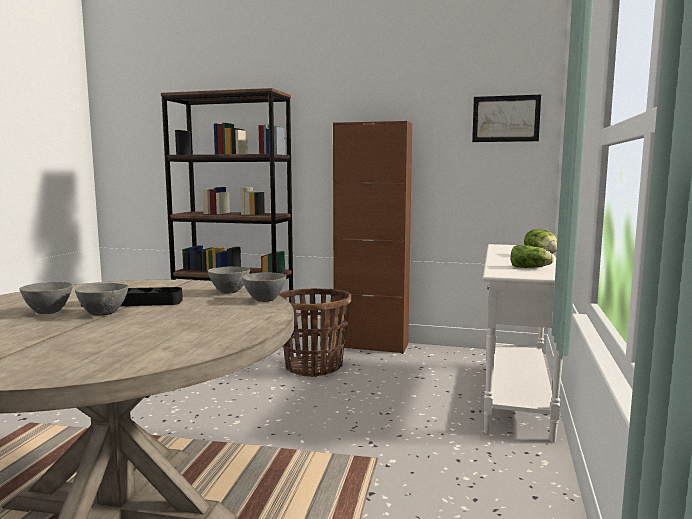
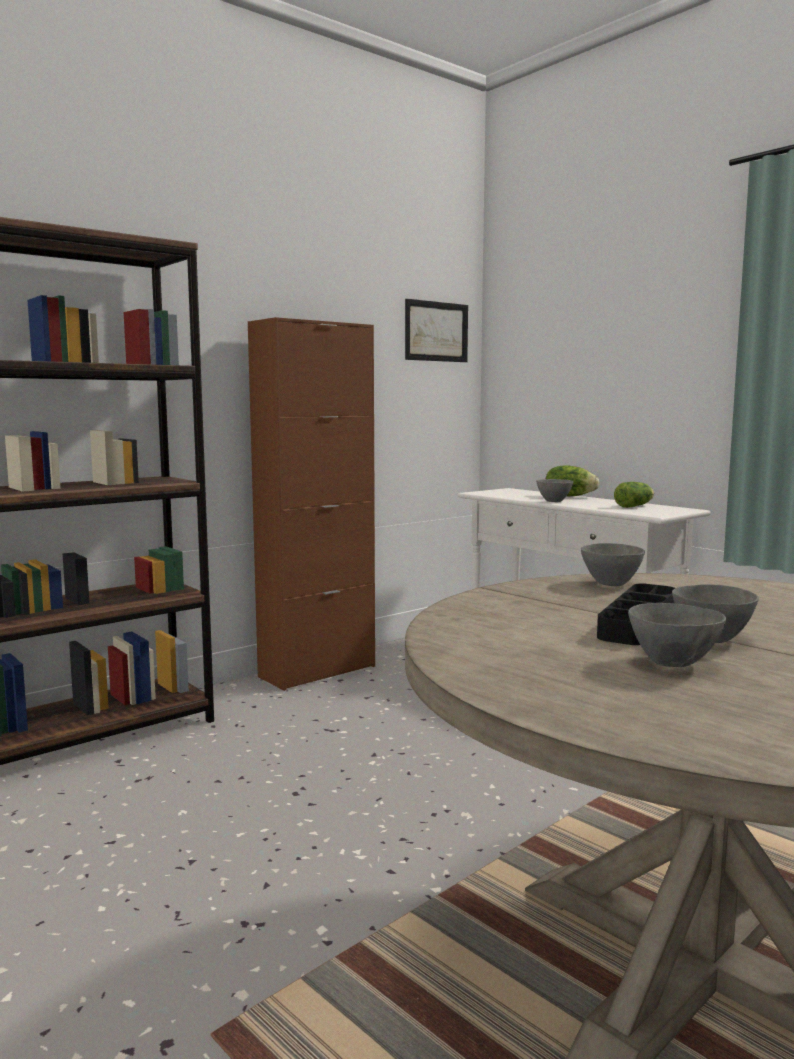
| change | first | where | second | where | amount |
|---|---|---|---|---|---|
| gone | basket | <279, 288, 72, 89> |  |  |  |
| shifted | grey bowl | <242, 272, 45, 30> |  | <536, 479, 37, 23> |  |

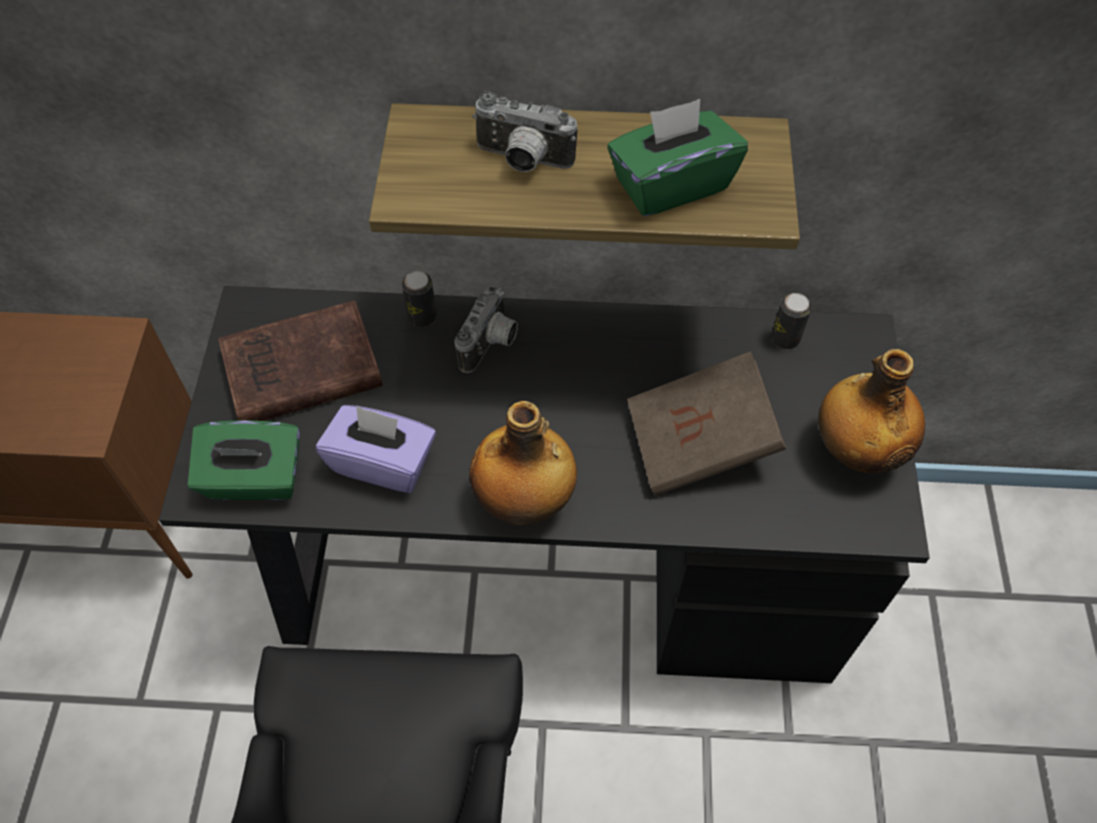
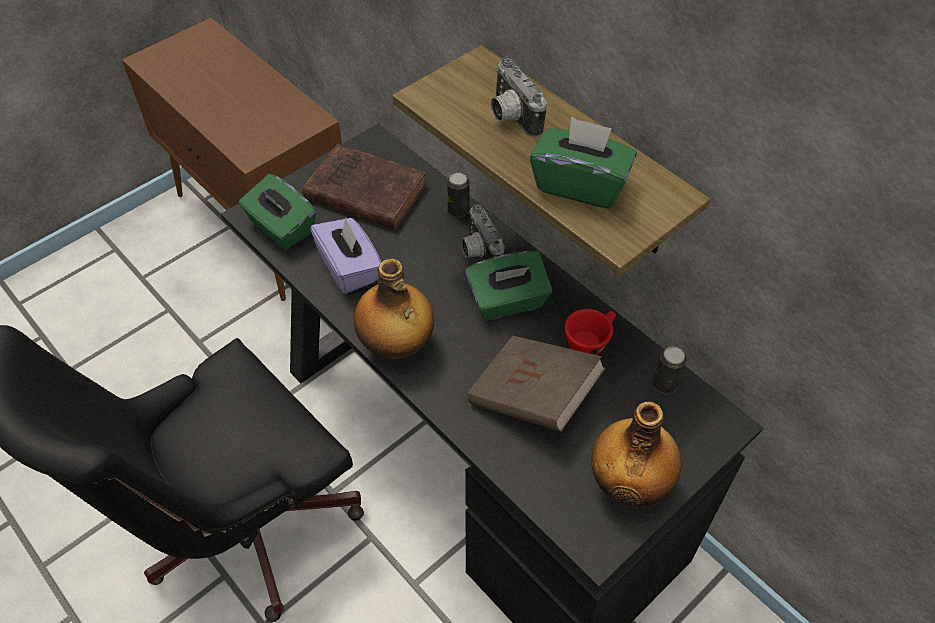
| change | first | where | second | where | amount |
|---|---|---|---|---|---|
| new |  |  | green tissue box | <465, 251, 87, 70> |  |
| new |  |  | red cup | <565, 309, 51, 46> |  |
| rotated | photo camera | <454, 286, 64, 87> |  | <461, 204, 44, 56> | 90 degrees clockwise |

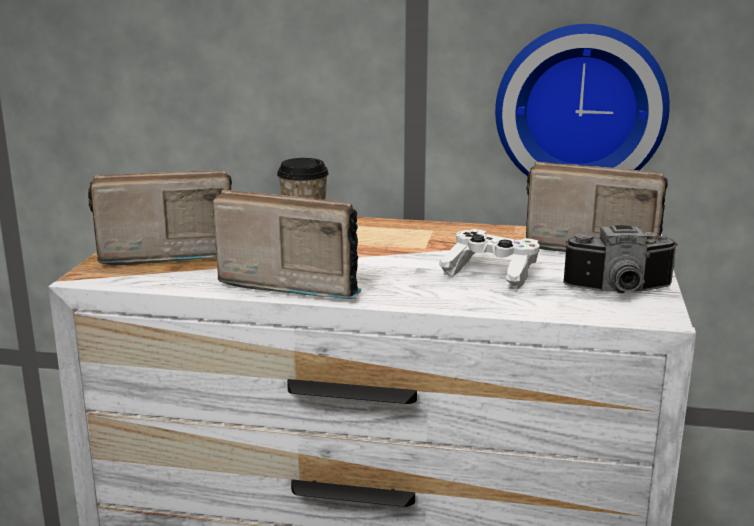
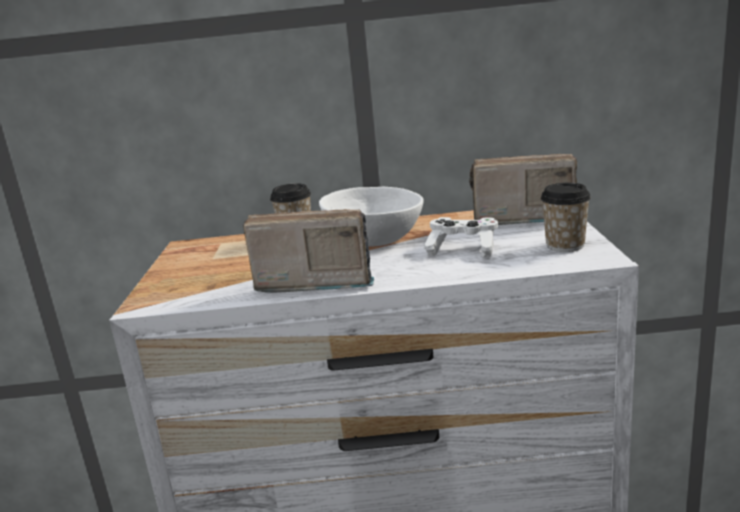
| change | first | where | second | where | amount |
|---|---|---|---|---|---|
| gone | radio | <88, 170, 144, 95> |  |  |  |
| gone | wall clock | <495, 24, 175, 152> |  |  |  |
| new |  |  | white bowl | <319, 187, 105, 60> |  |
| swapped | photo camera | <563, 225, 115, 68> | cup | <540, 183, 51, 69> |  |

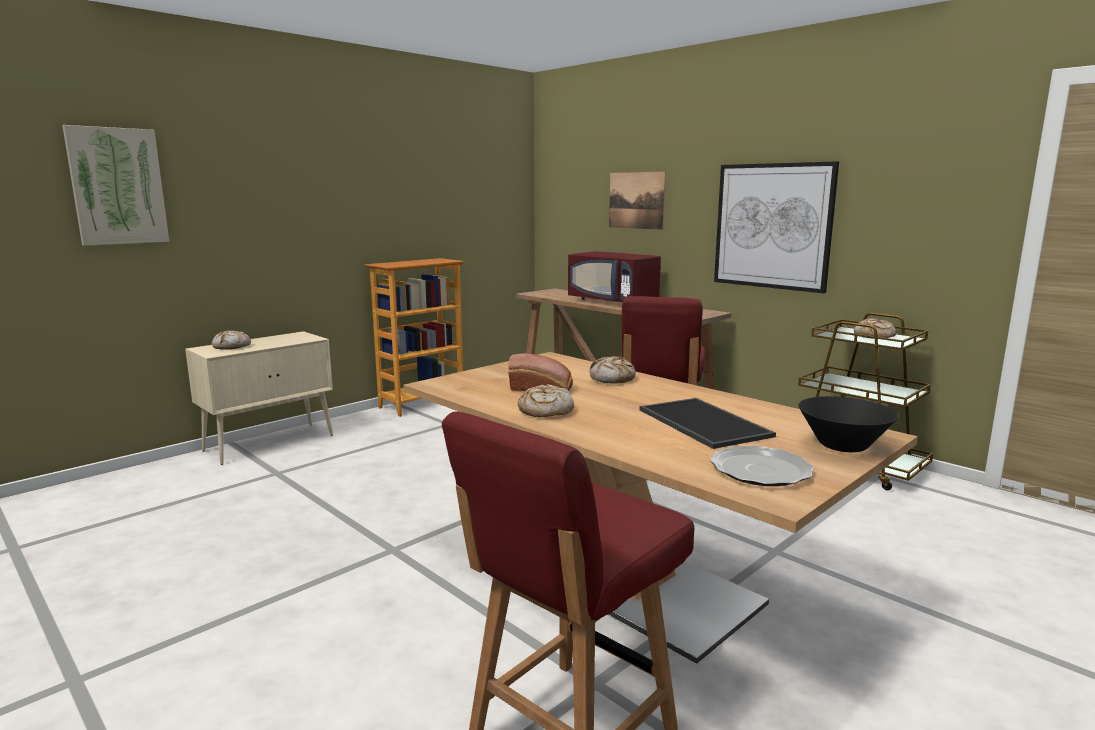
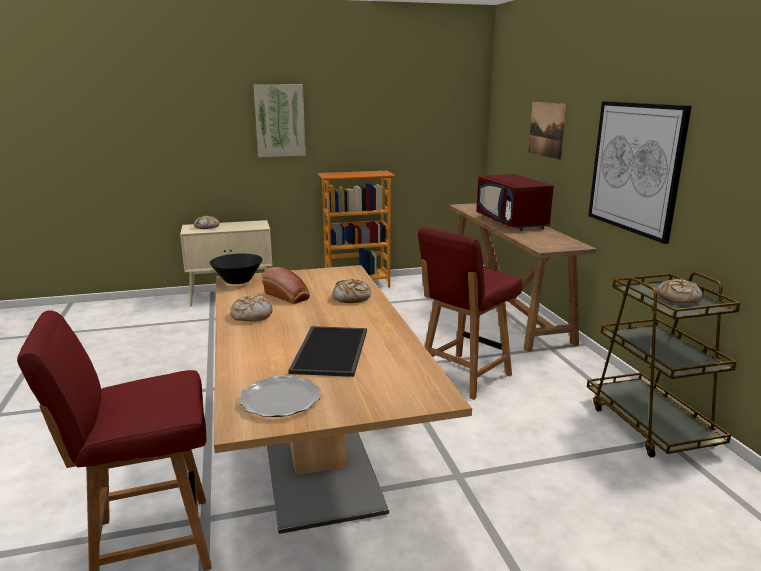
| change | first | where | second | where | amount |
|---|---|---|---|---|---|
| shifted | picture | <62, 125, 107, 121> |  | <253, 84, 53, 73> |  |
| shifted | black bowl | <798, 396, 101, 56> |  | <210, 254, 53, 30> |  |

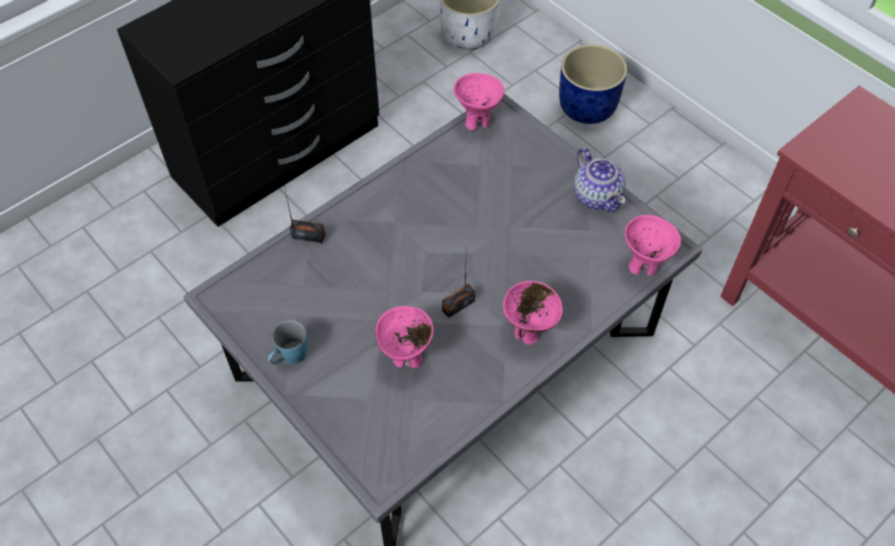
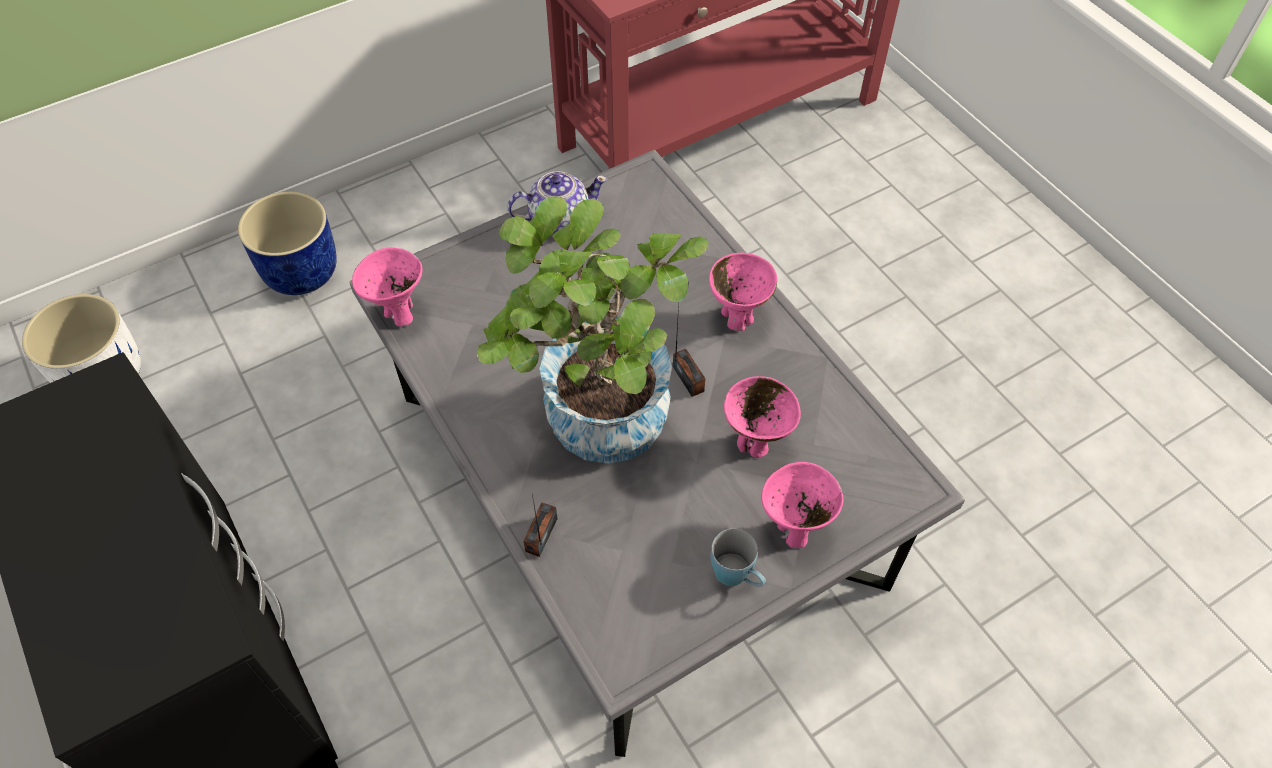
| change | first | where | second | where | amount |
|---|---|---|---|---|---|
| new |  |  | potted plant | <476, 196, 233, 268> |  |
| shifted | pink bowl | <625, 215, 56, 61> |  | <761, 462, 82, 86> |  |

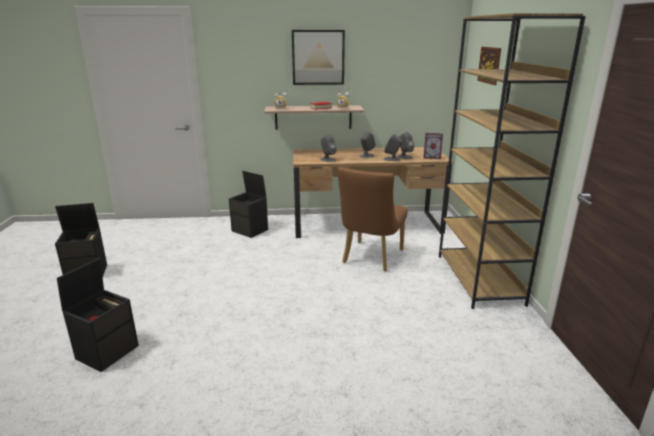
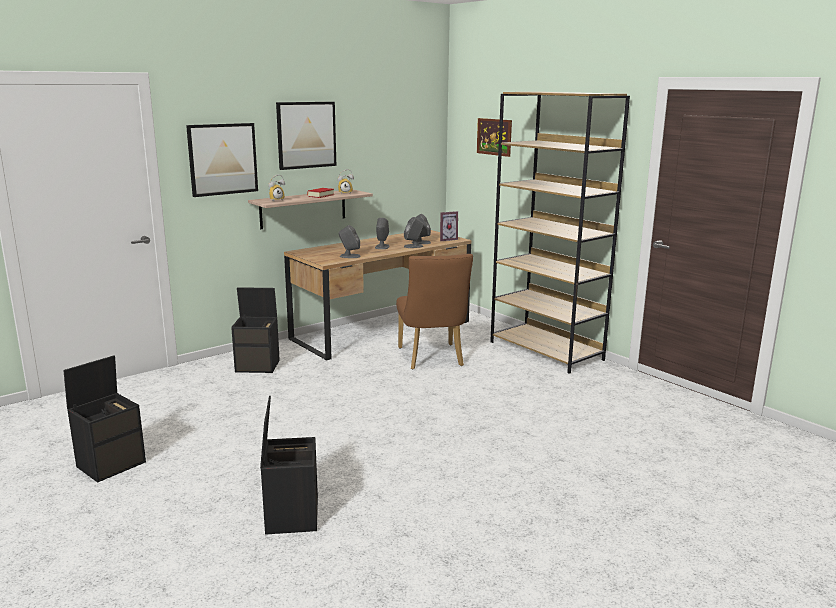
| change | first | where | second | where | amount |
|---|---|---|---|---|---|
| new |  |  | picture | <186, 123, 72, 74> |  |

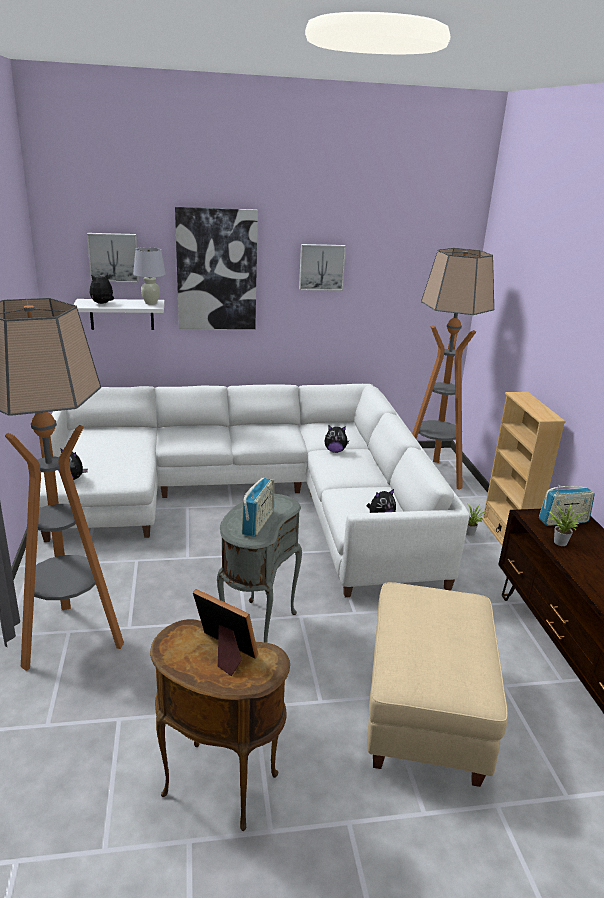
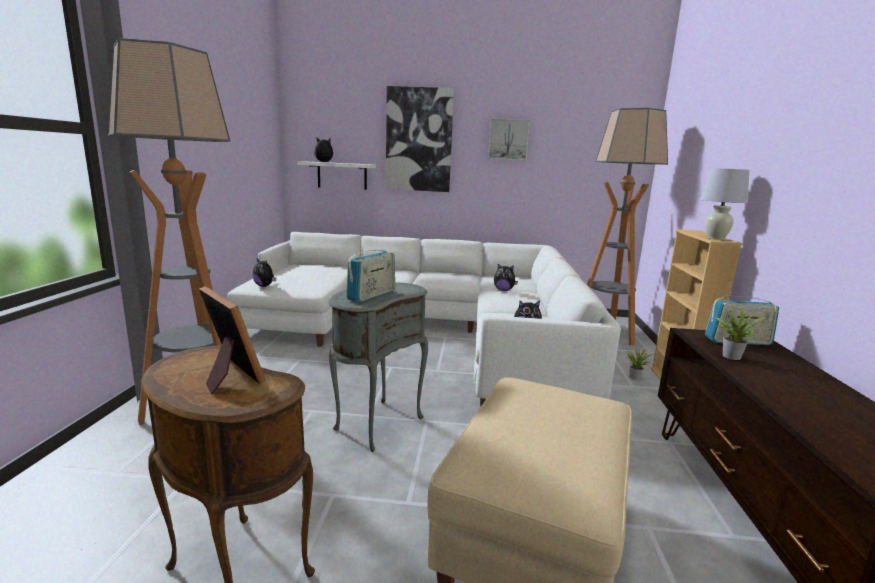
| change | first | where | second | where | amount |
|---|---|---|---|---|---|
| gone | picture | <87, 233, 52, 49> |  |  |  |
| shifted | white table lamp | <133, 247, 33, 57> |  | <700, 168, 49, 72> |  |

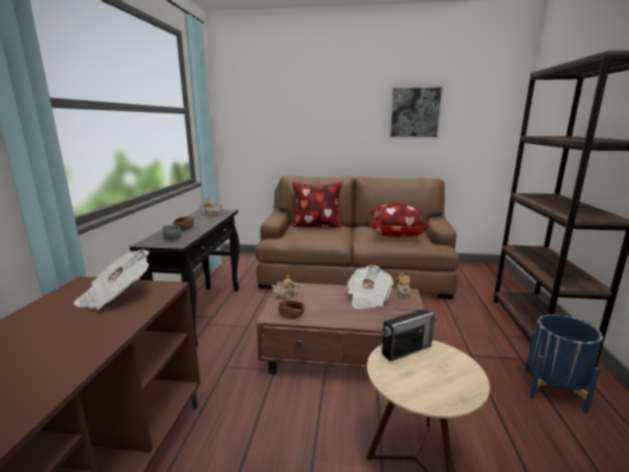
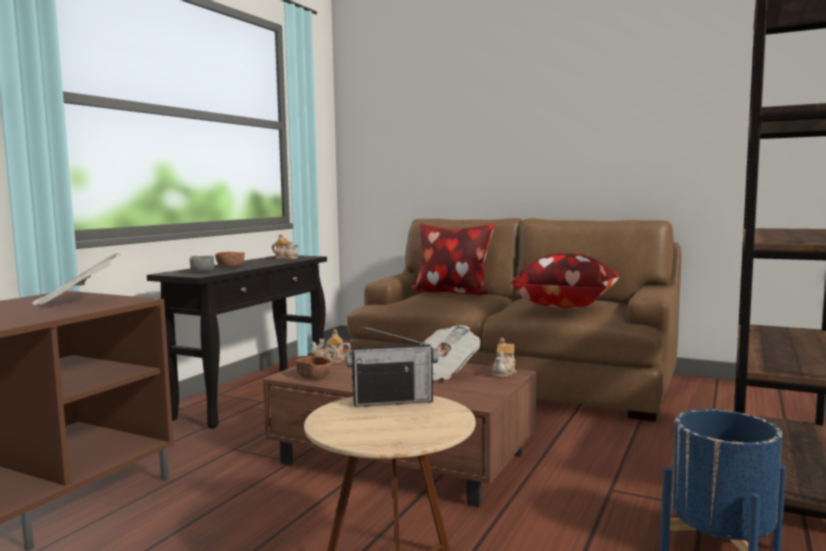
| change | first | where | second | where | amount |
|---|---|---|---|---|---|
| gone | picture | <388, 85, 56, 54> |  |  |  |

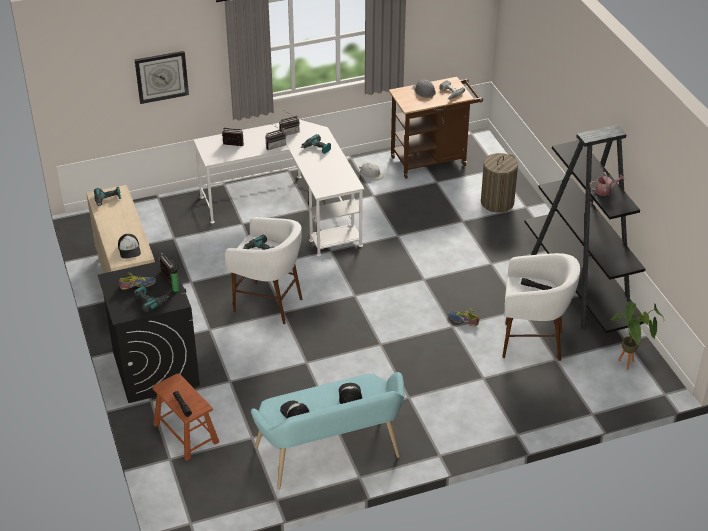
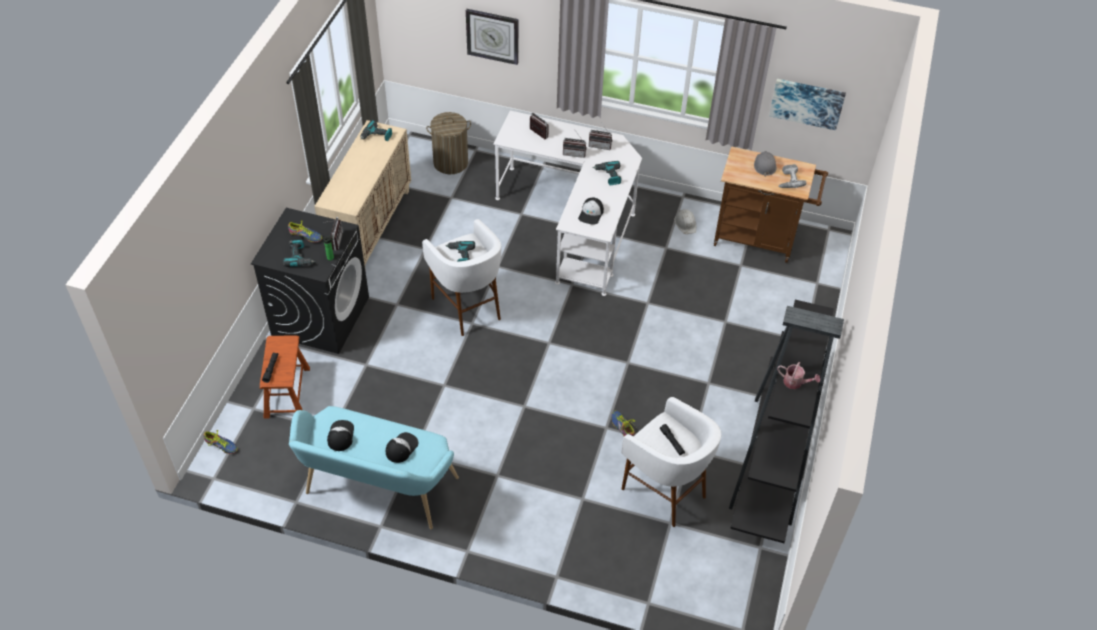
| change | first | where | second | where | amount |
|---|---|---|---|---|---|
| gone | potted plant | <611, 301, 53, 69> |  |  |  |
| new |  |  | shoe | <204, 430, 34, 24> |  |
| new |  |  | picture | <769, 79, 77, 51> |  |
| shifted | cap | <118, 234, 23, 25> |  | <578, 198, 26, 27> |  |
| shifted | laundry basket | <481, 153, 37, 60> |  | <426, 112, 45, 62> |  |

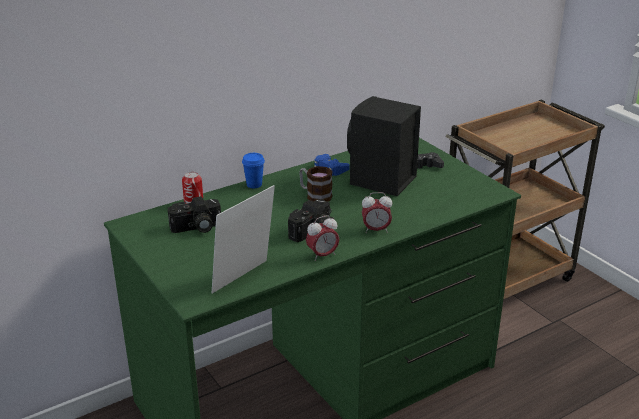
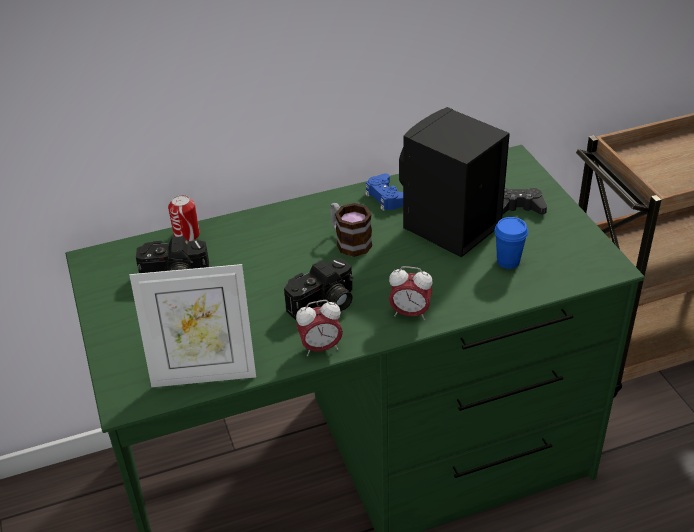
| change | first | where | second | where | amount |
|---|---|---|---|---|---|
| shifted | blue cup | <242, 153, 23, 35> |  | <494, 217, 34, 52> |  |
| rotated | picture frame | <212, 185, 63, 109> |  | <130, 264, 126, 123> | 150 degrees counterclockwise |

